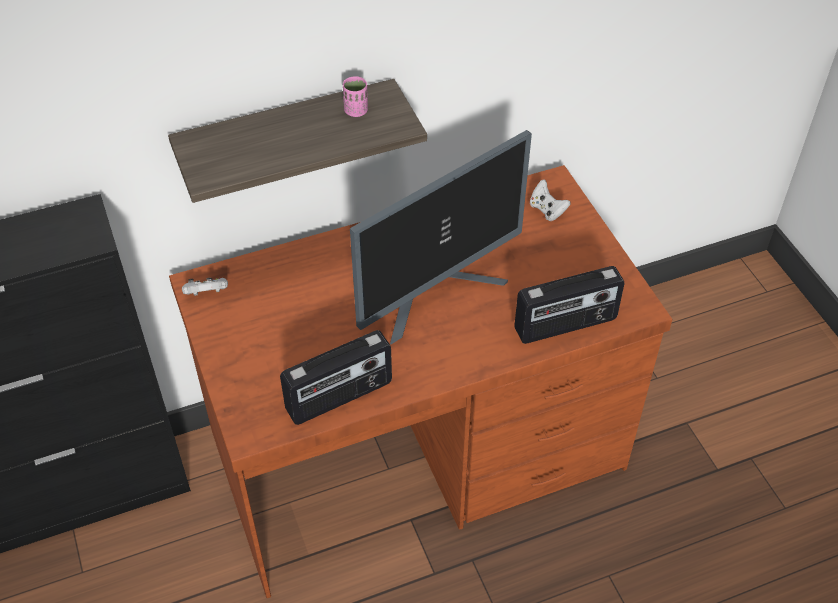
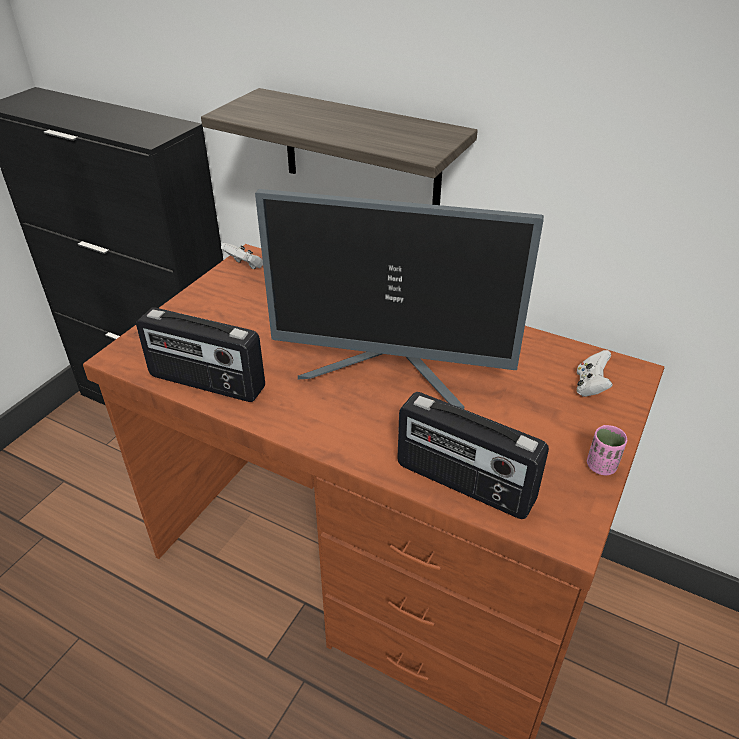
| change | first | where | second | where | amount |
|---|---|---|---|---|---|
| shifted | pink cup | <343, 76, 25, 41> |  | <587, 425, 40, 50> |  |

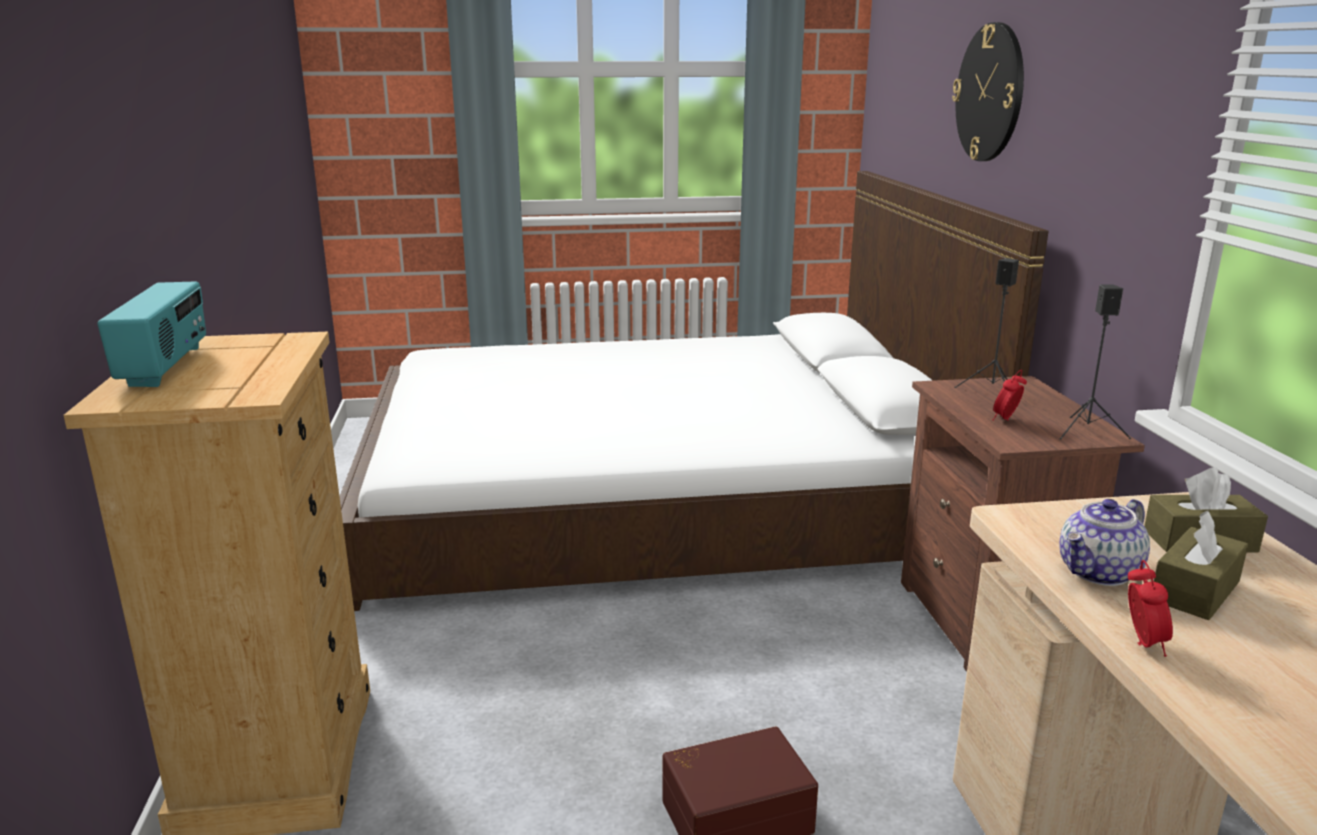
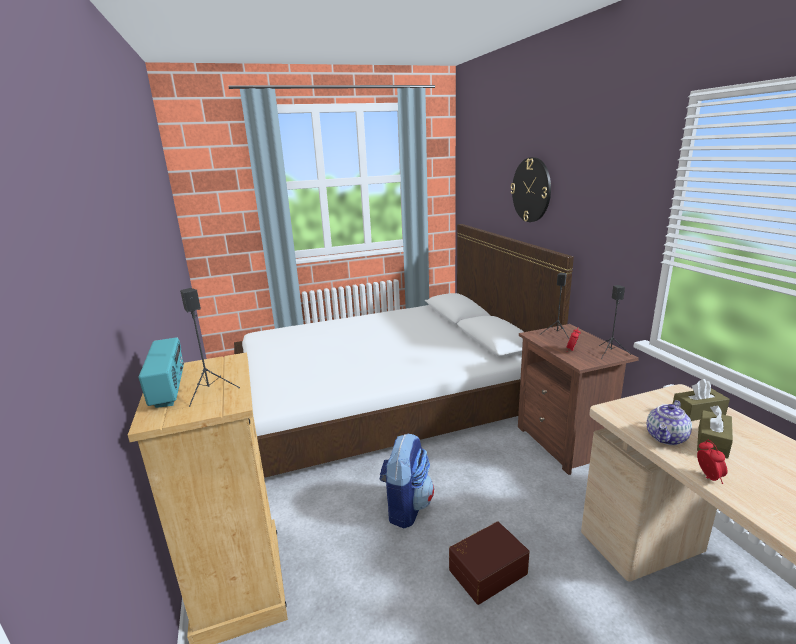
| change | first | where | second | where | amount |
|---|---|---|---|---|---|
| new |  |  | black speaker | <180, 288, 60, 119> |  |
| new |  |  | backpack | <380, 433, 54, 95> |  |

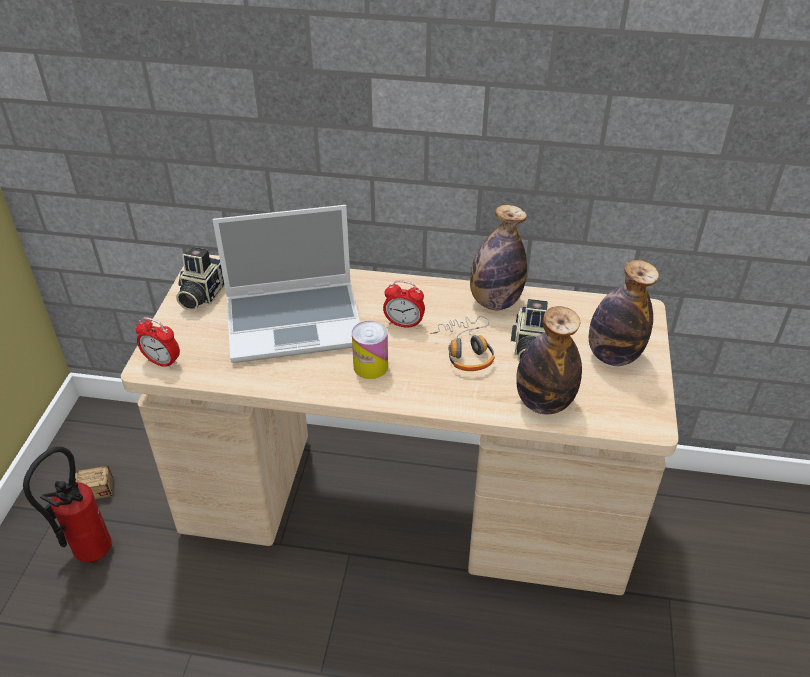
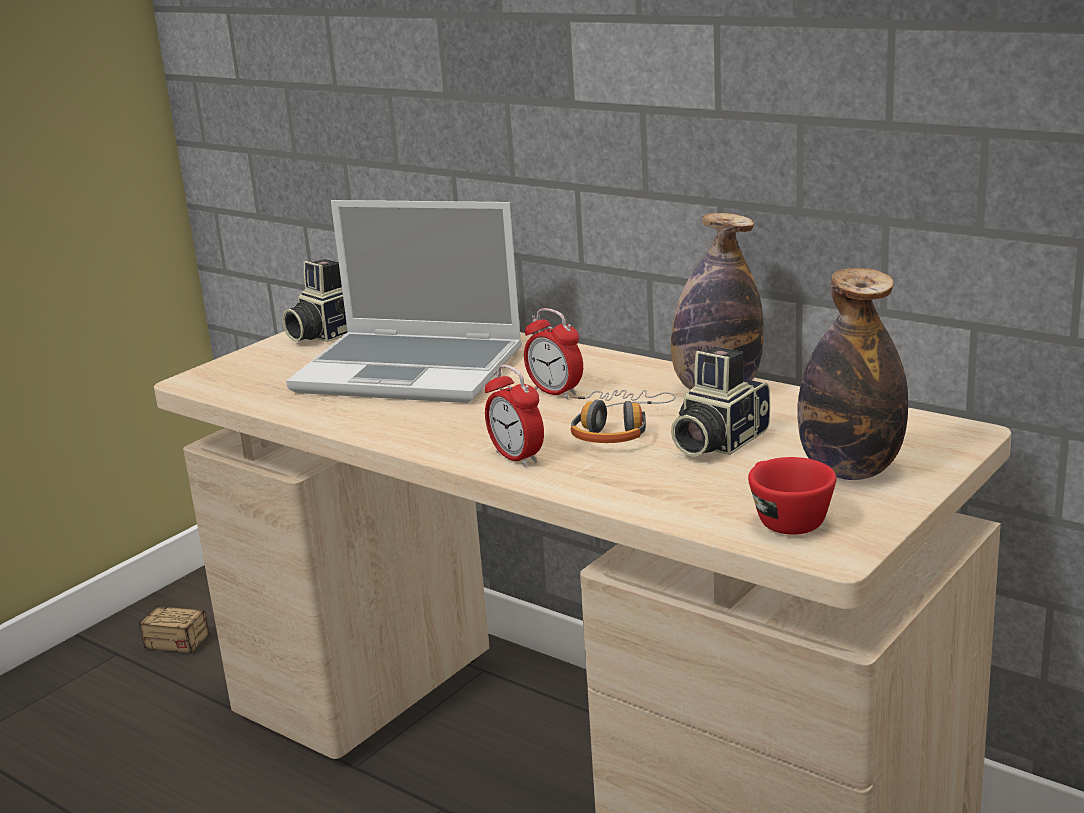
| change | first | where | second | where | amount |
|---|---|---|---|---|---|
| gone | fire extinguisher | <23, 446, 89, 117> |  |  |  |
| gone | can | <352, 321, 36, 58> |  |  |  |
| gone | bottle | <516, 306, 66, 108> |  |  |  |
| new |  |  | red cup | <748, 457, 88, 78> |  |
| shifted | alarm clock | <135, 317, 45, 52> |  | <485, 364, 59, 103> |  |

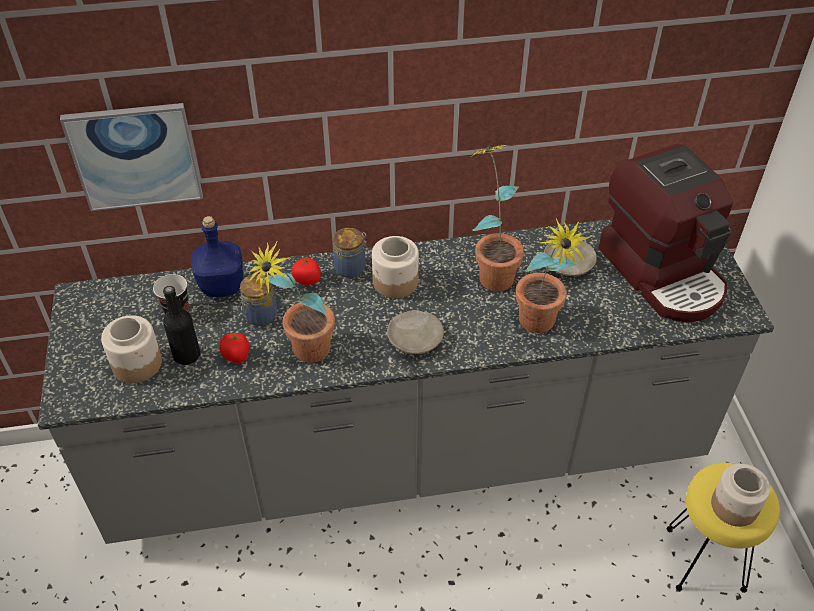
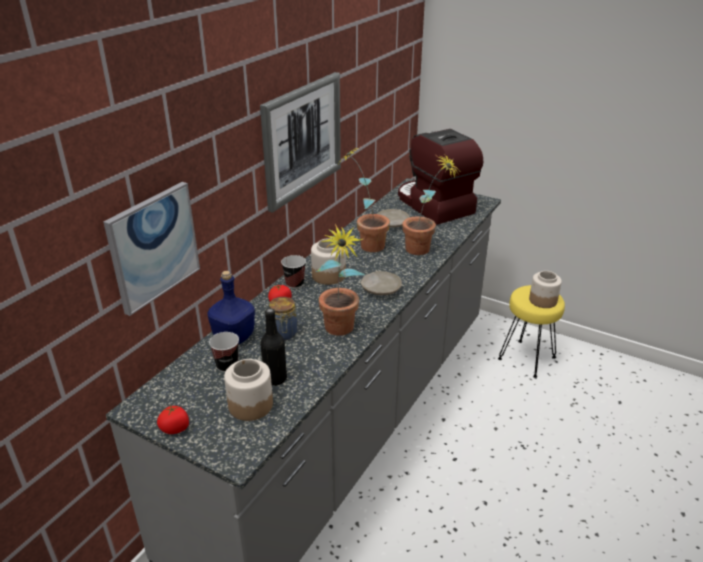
| change | first | where | second | where | amount |
|---|---|---|---|---|---|
| new |  |  | picture | <260, 72, 81, 141> |  |
| shifted | tomato | <219, 332, 30, 31> |  | <157, 405, 32, 29> |  |
| swapped | jar | <333, 228, 35, 50> | cup | <281, 255, 25, 34> |  |
| rotated | coffee machine | <598, 144, 135, 178> |  | <398, 129, 85, 96> | 135 degrees counterclockwise |

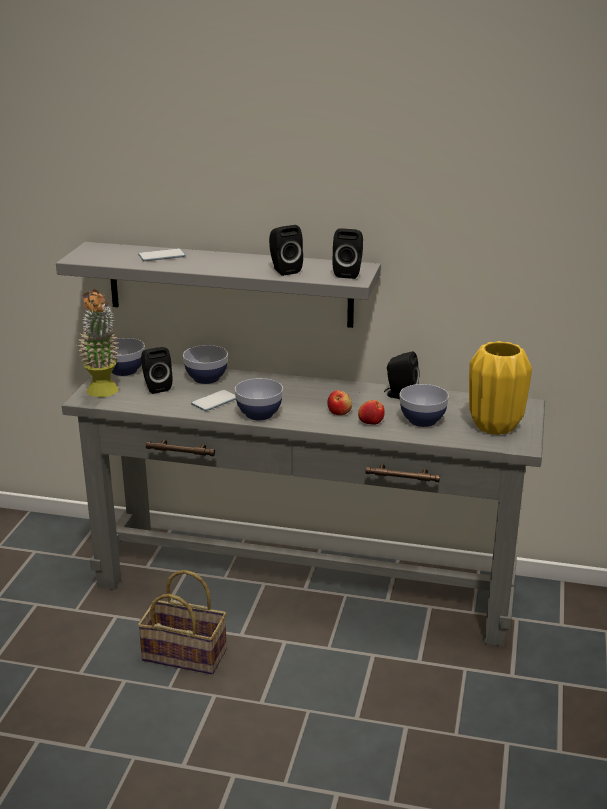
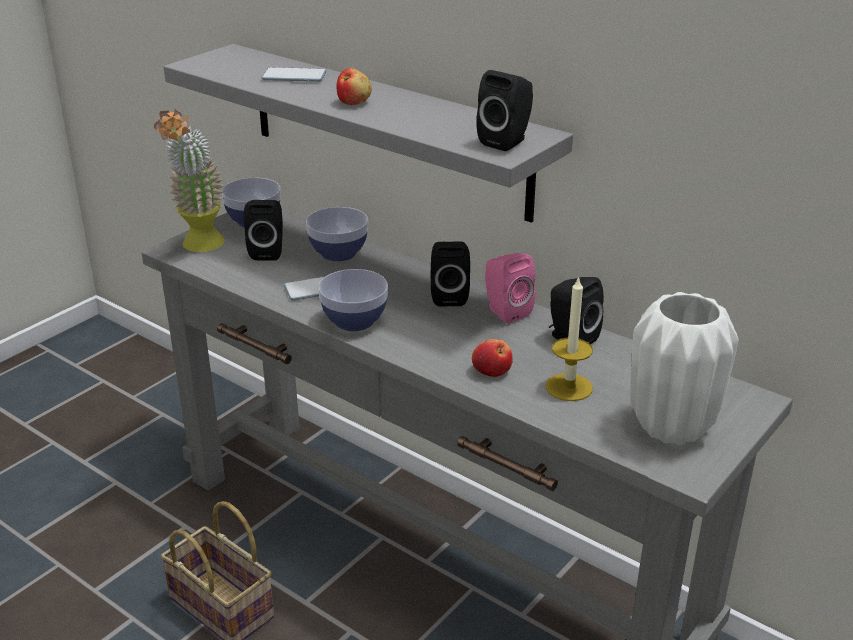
| change | first | where | second | where | amount |
|---|---|---|---|---|---|
| new |  |  | pink speaker | <485, 253, 50, 71> |  |
| shifted | black speaker | <269, 225, 34, 51> |  | <431, 242, 39, 64> |  |
| shifted | apple | <327, 390, 25, 25> |  | <336, 68, 36, 37> |  |
| swapped | bowl | <400, 384, 49, 43> | candle | <546, 276, 47, 125> |  |
| repainted | yellow vase | <469, 341, 63, 94> | white vase | <630, 292, 109, 153> |  |

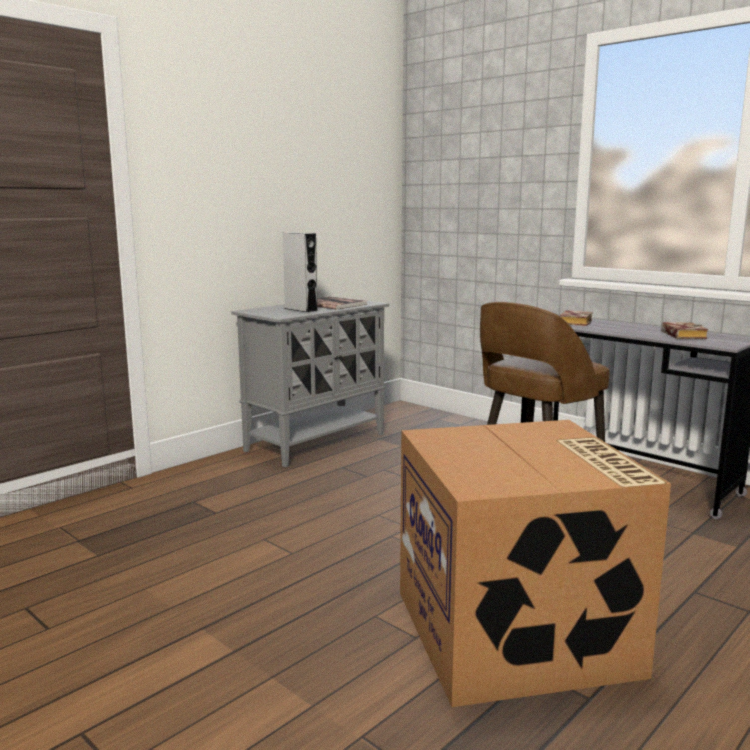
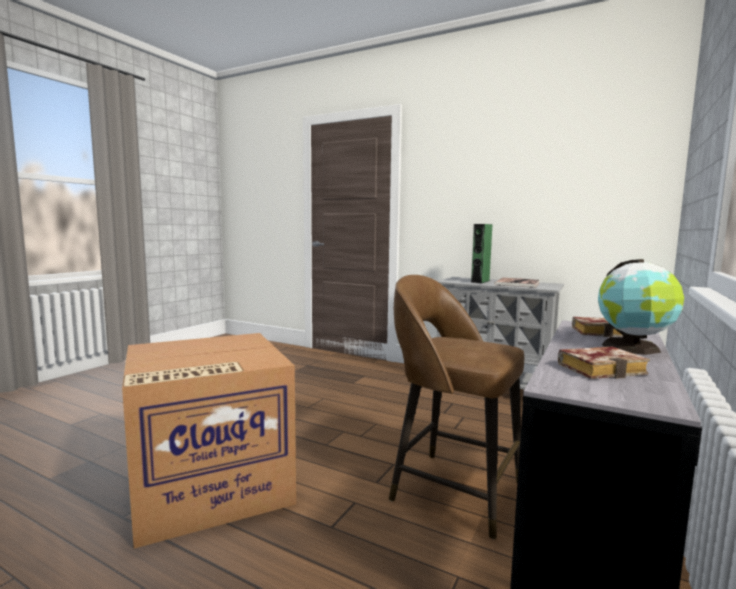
| change | first | where | second | where | amount |
|---|---|---|---|---|---|
| new |  |  | globe | <598, 259, 86, 96> |  |
| repainted | grey speaker | <283, 232, 34, 80> | green speaker | <471, 224, 21, 60> |  |

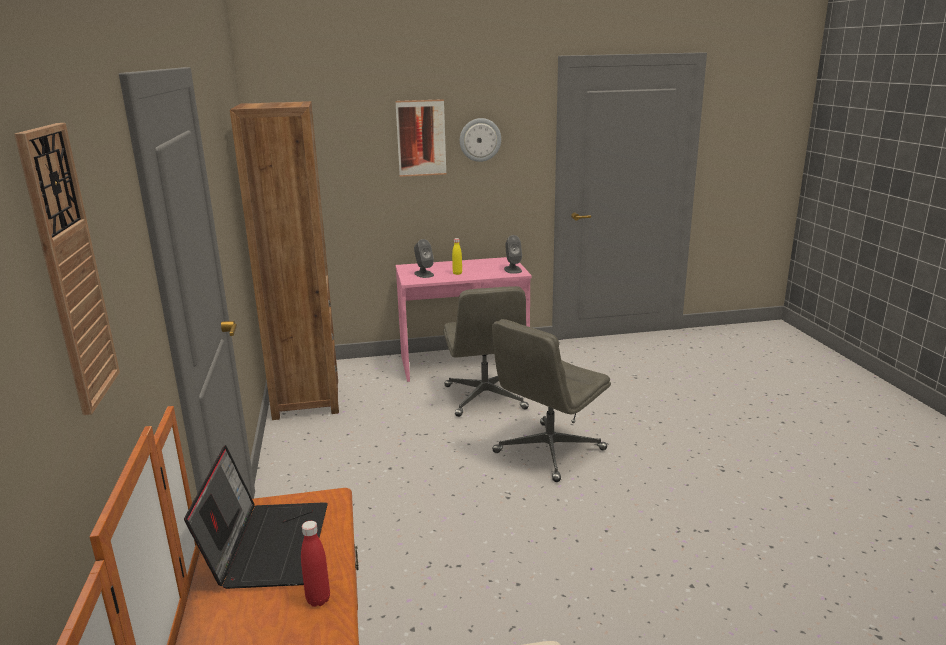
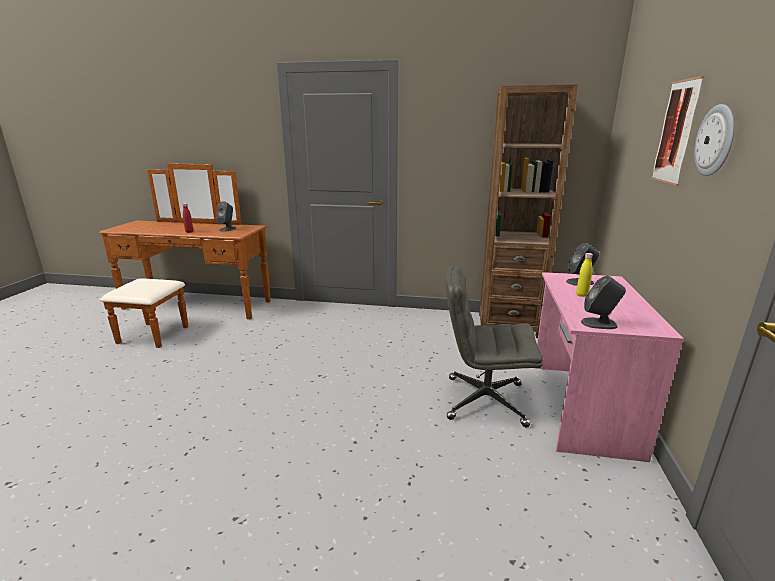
| change | first | where | second | where | amount |
|---|---|---|---|---|---|
| gone | wall clock | <14, 123, 106, 292> |  |  |  |
| gone | grey office chair | <492, 319, 119, 163> |  |  |  |
| swapped | laptop | <184, 445, 144, 144> | grey speaker | <216, 201, 20, 31> |  |

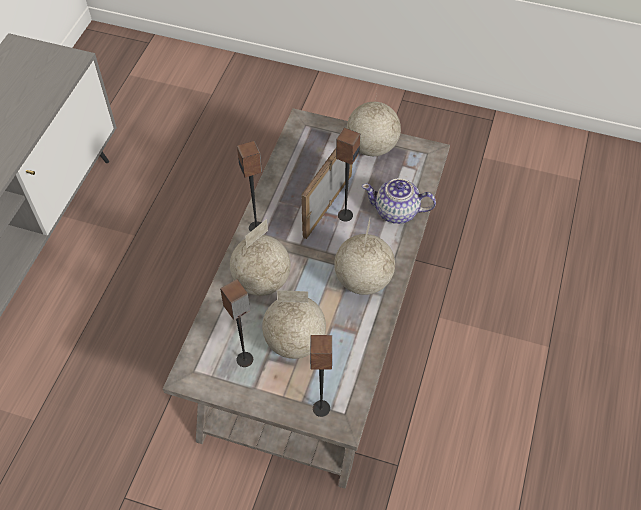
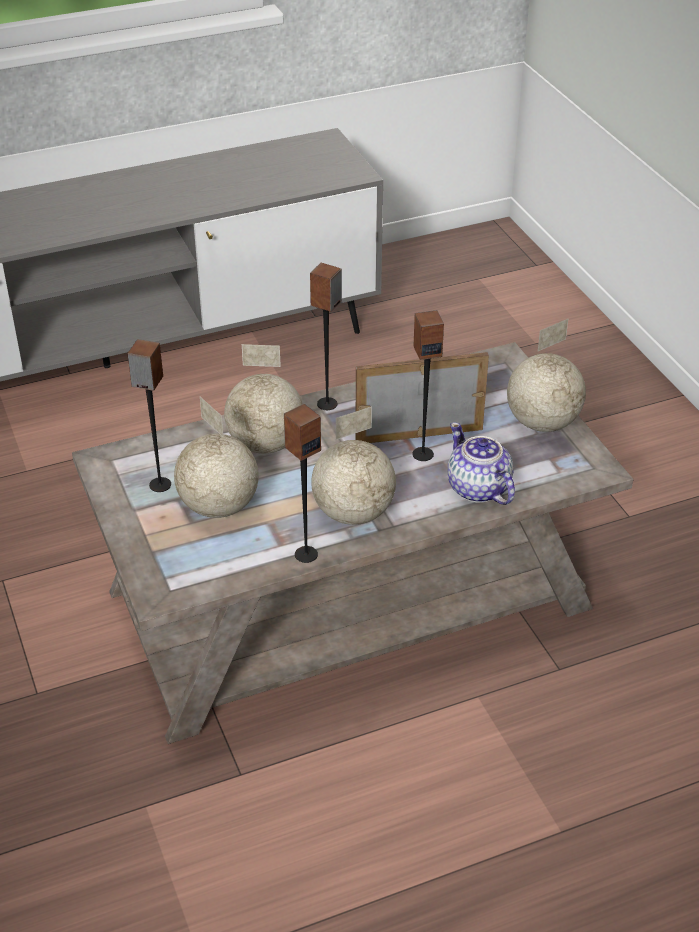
| change | first | where | second | where | amount |
|---|---|---|---|---|---|
| shifted | speaker | <310, 335, 22, 82> |  | <284, 404, 37, 159> |  |

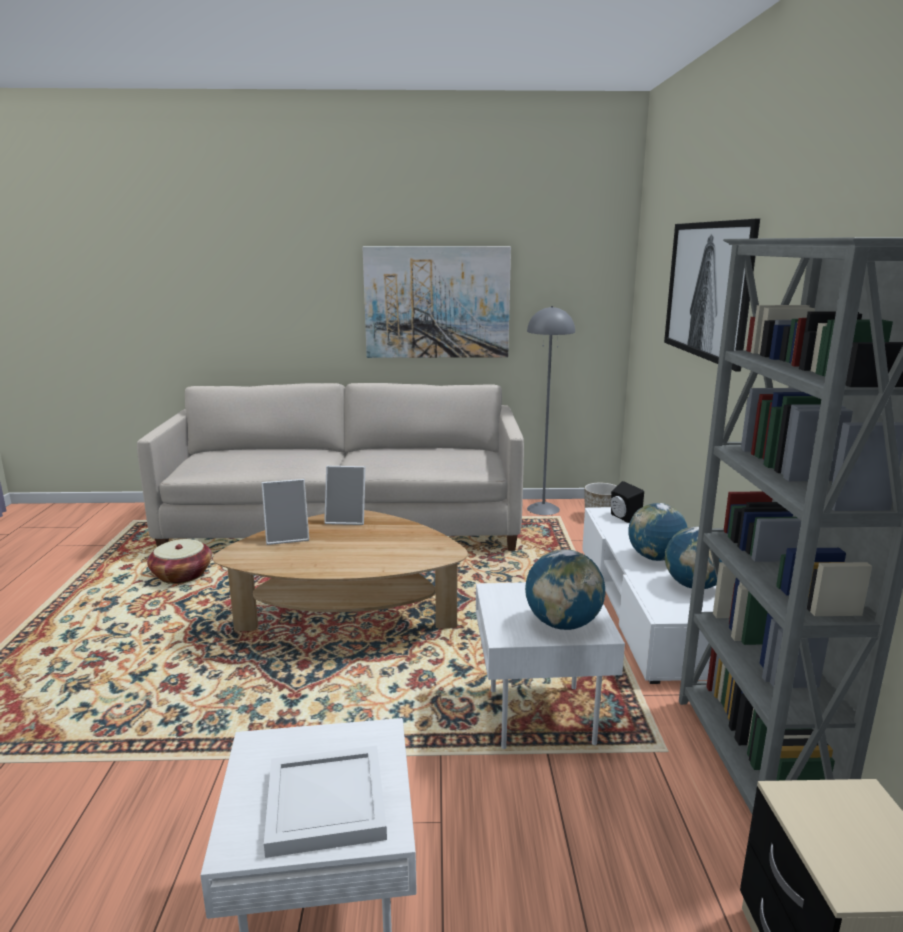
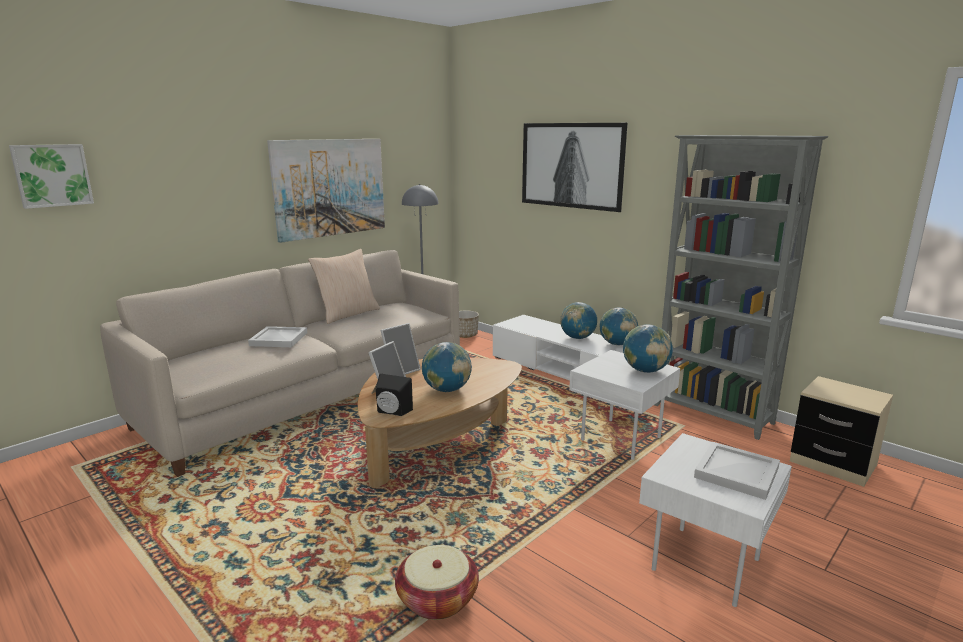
| change | first | where | second | where | amount |
|---|---|---|---|---|---|
| new |  |  | picture | <9, 144, 85, 65> |  |
| new |  |  | white tray | <248, 326, 59, 21> |  |
| new |  |  | beige pillow | <308, 249, 72, 75> |  |
| new |  |  | globe | <422, 342, 50, 50> |  |
| shifted | basket | <147, 539, 65, 45> |  | <395, 545, 84, 75> |  |
| shifted | black speaker | <611, 481, 33, 42> |  | <376, 374, 37, 42> |  |

